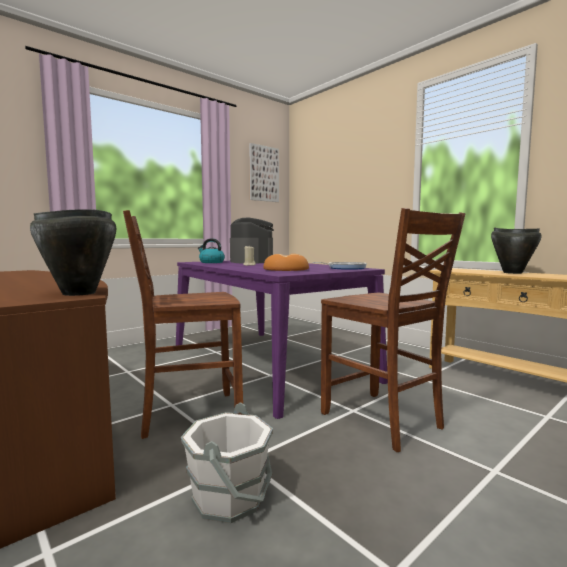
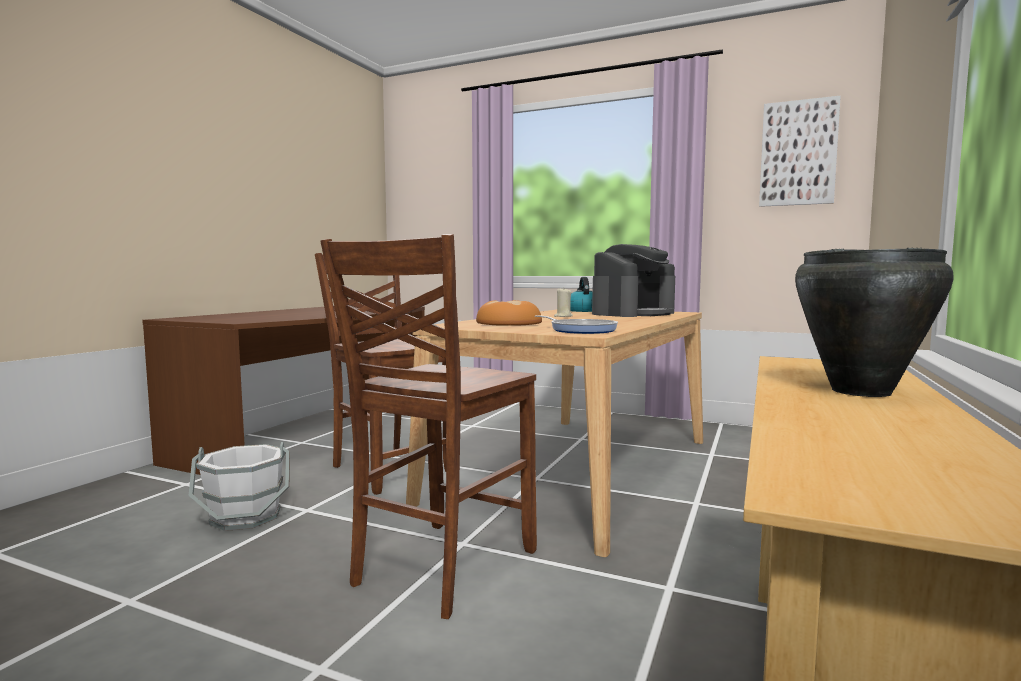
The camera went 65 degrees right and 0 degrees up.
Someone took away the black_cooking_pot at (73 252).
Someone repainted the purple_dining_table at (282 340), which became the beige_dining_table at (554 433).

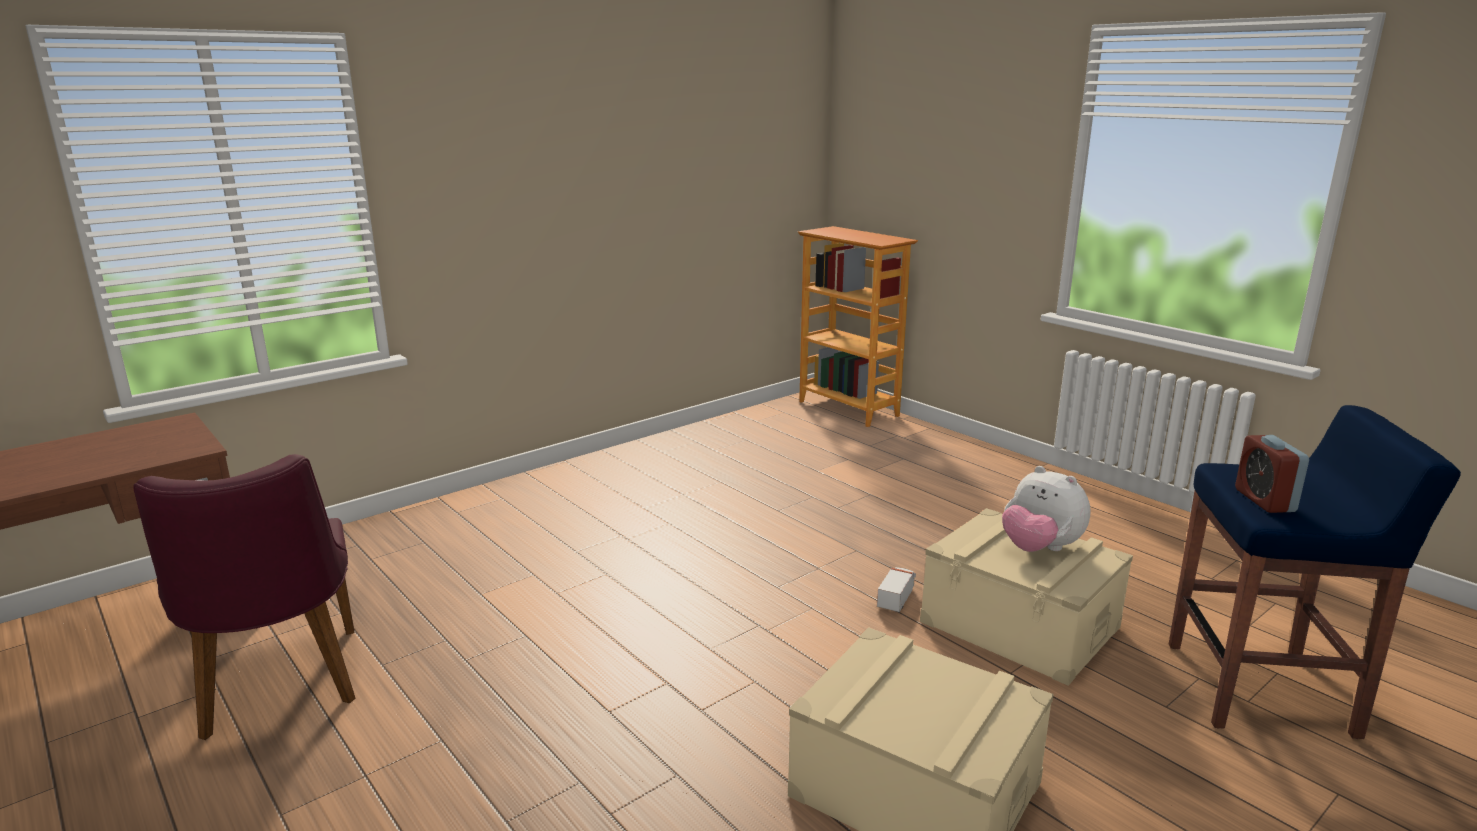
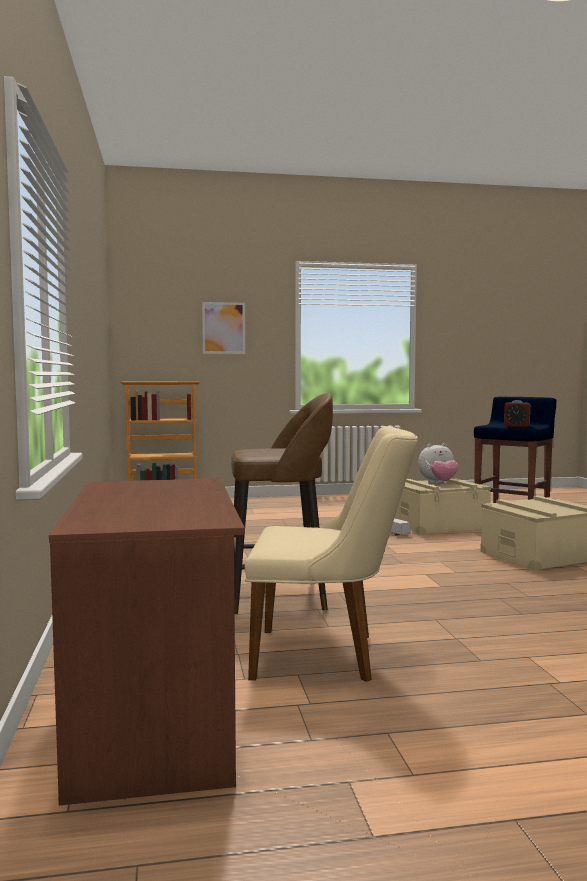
The camera went 60 degrees left and 15 degrees down.
Someone put up the picture at (223 328).
Someone put down the brown_stool at (282 504).
Someone repainted the purple_chair at (244 597), which became the beige_chair at (331 554).

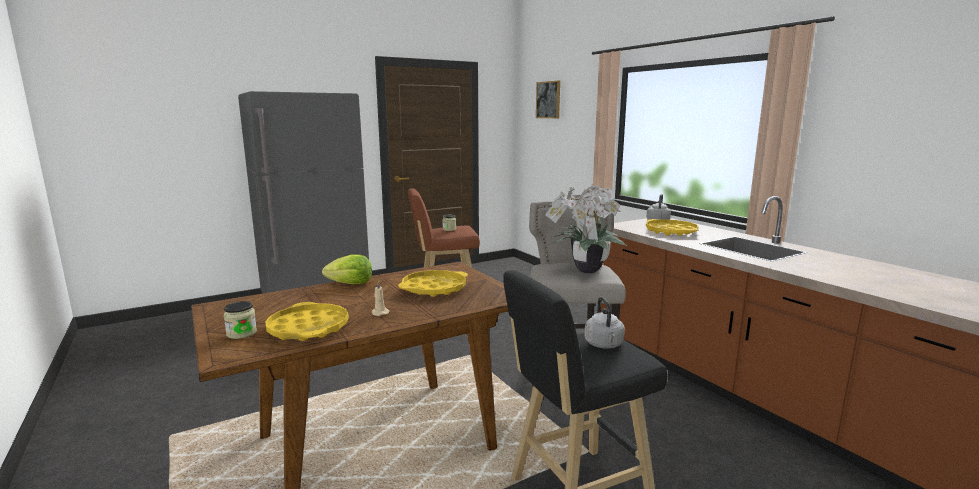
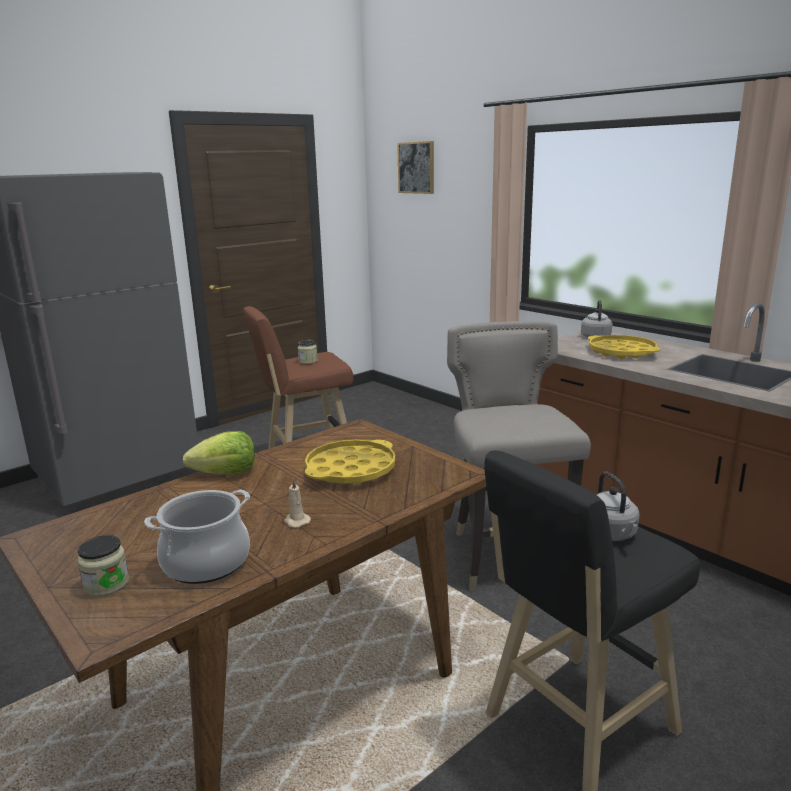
The camera went 10 degrees left and 5 degrees up.
Someone took away the potted_plant at (586 229).
Someone swapped the yellow_tray at (307 321) for the cooking_pot at (197 536).

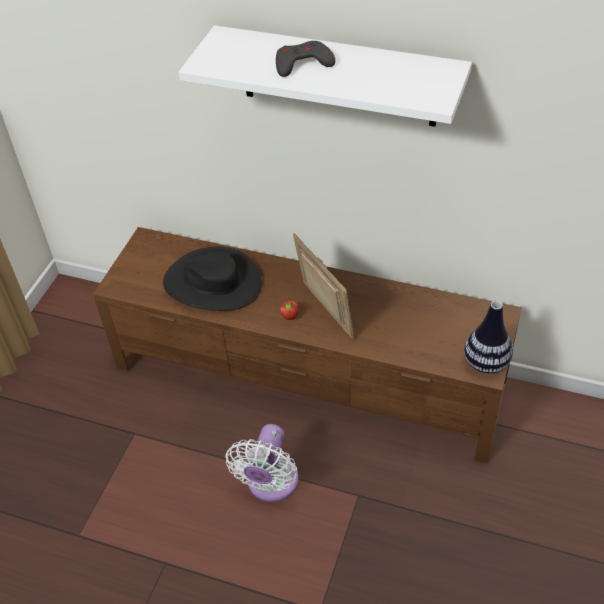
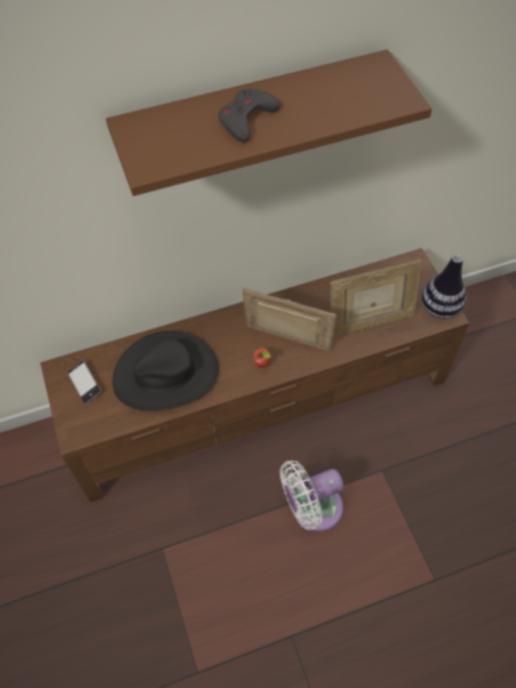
The camera went 40 degrees left and 10 degrees up.
Someone put down the phone at (84 382).
Someone put down the picture_frame at (375 298).
Someone repainted the white_shelf at (325 76), which became the brown_shelf at (269 122).
Someone rotated the white_fan at (262 463) by 90 degrees clockwise.

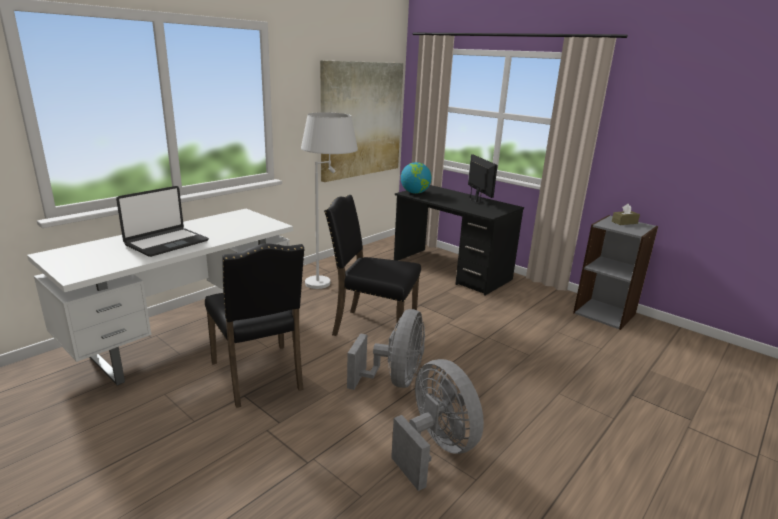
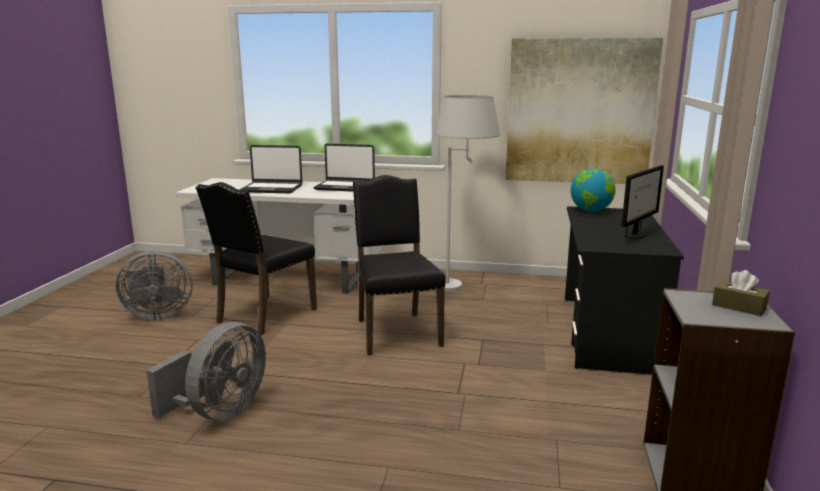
The camera went 60 degrees right and 5 degrees down.
Someone put down the laptop at (344 168).
Someone carried the grey_fan from (386 349) to (154 285).

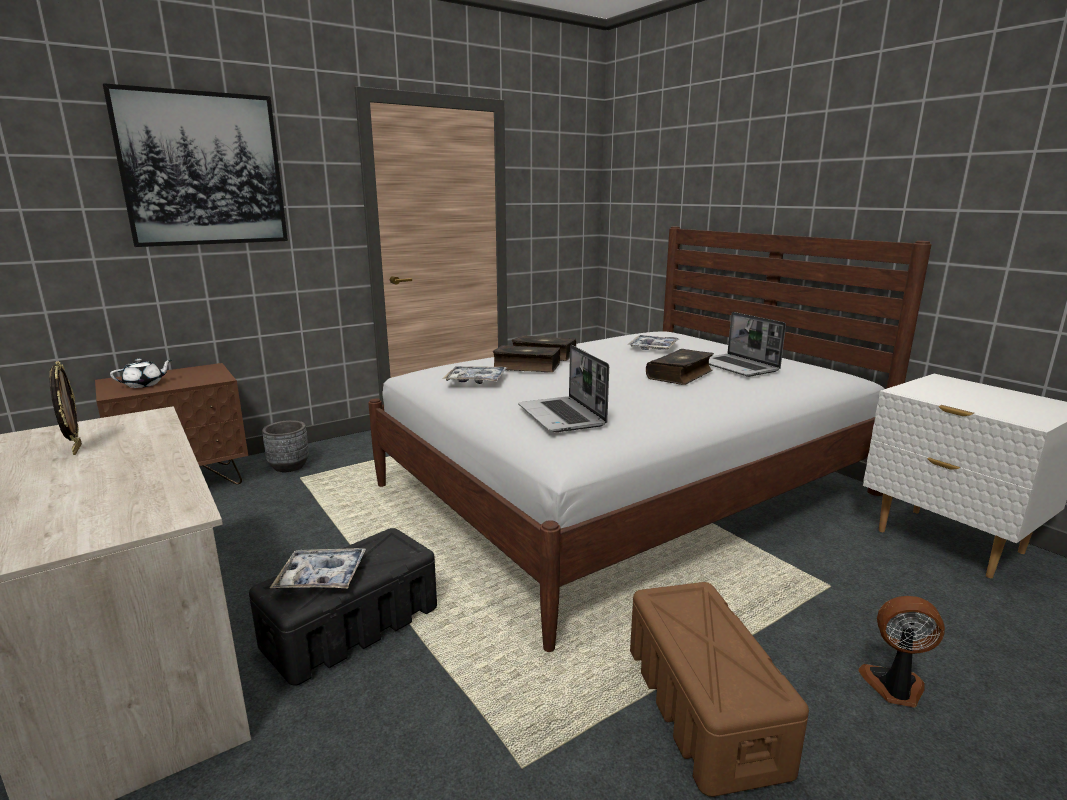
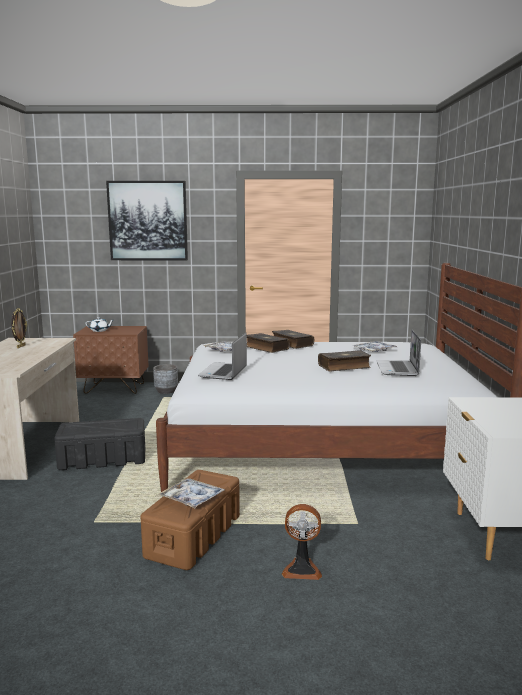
The camera went 35 degrees right and 5 degrees down.
Someone carried the tray from (318 568) to (191 493).
Someone rotated the fan at (902 652) by 135 degrees clockwise.

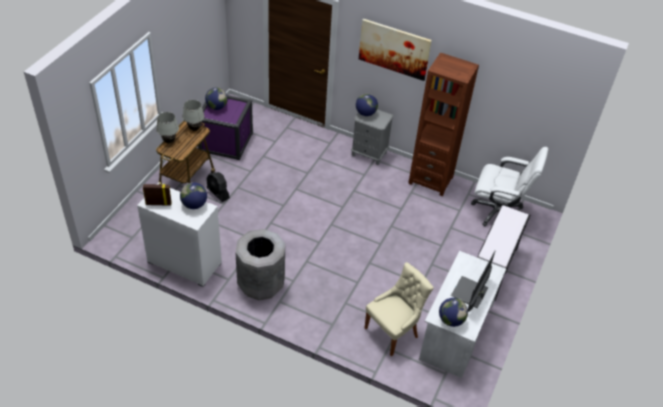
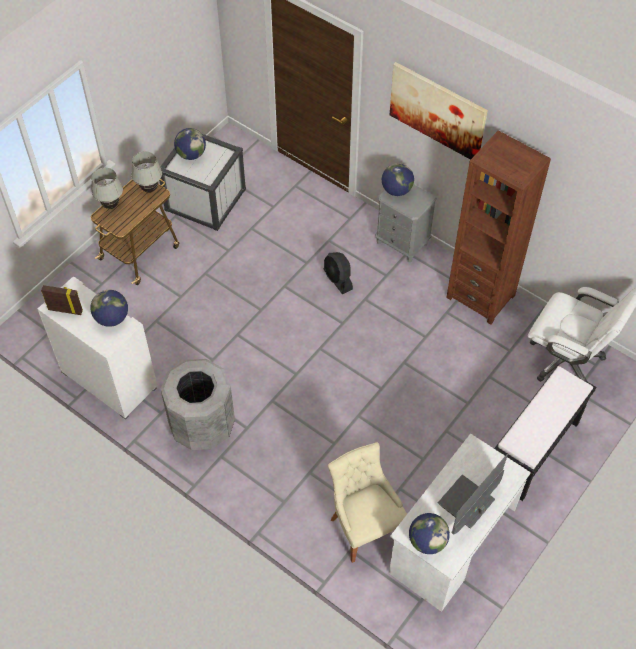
The camera went 15 degrees right and 10 degrees up.
Someone carried the black_fan from (218 187) to (338 273).
Someone repainted the purple_storage_box at (225 127), which became the white_storage_box at (203 182).
Someone rotated the beige_chair at (399 309) by 90 degrees counterclockwise.

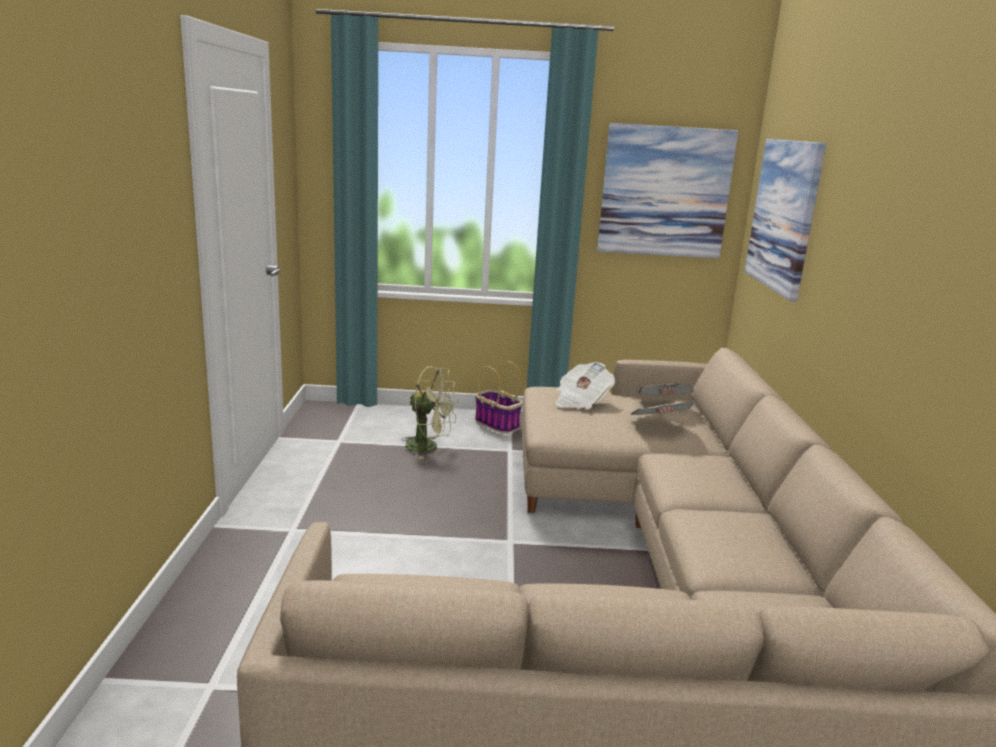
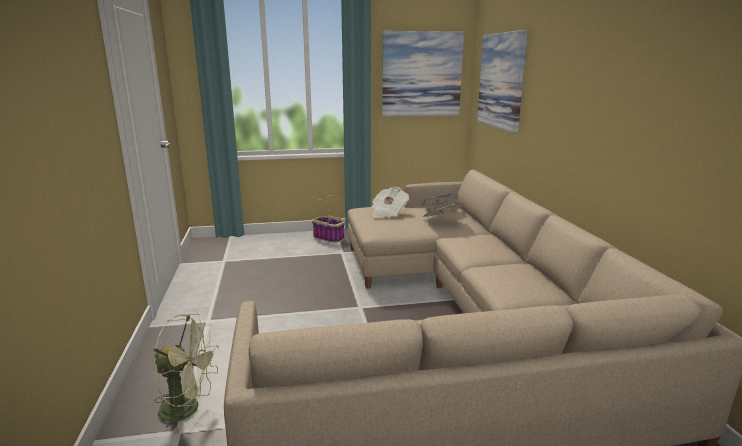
The camera went 10 degrees left and 0 degrees up.
Someone carried the green_fan from (429 412) to (186 374).

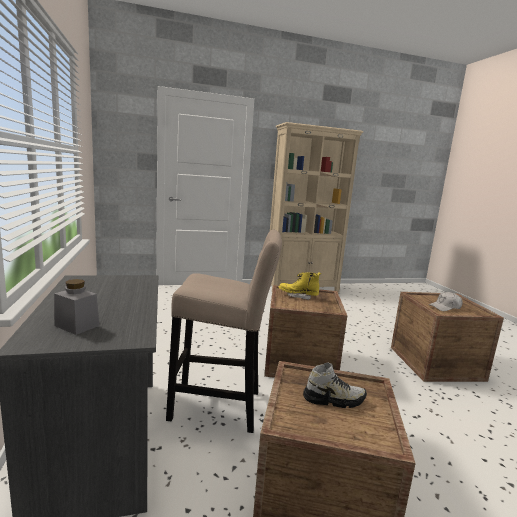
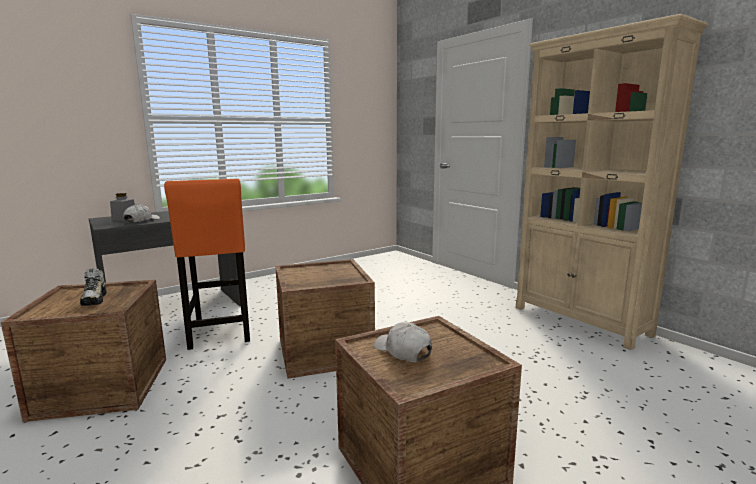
The camera went 70 degrees right and 0 degrees up.
Someone took away the yellow_boot at (299 286).
Someone put down the white_cap at (141 213).
Someone repainted the beige_stool at (224 331), which became the orange_stool at (207 264).

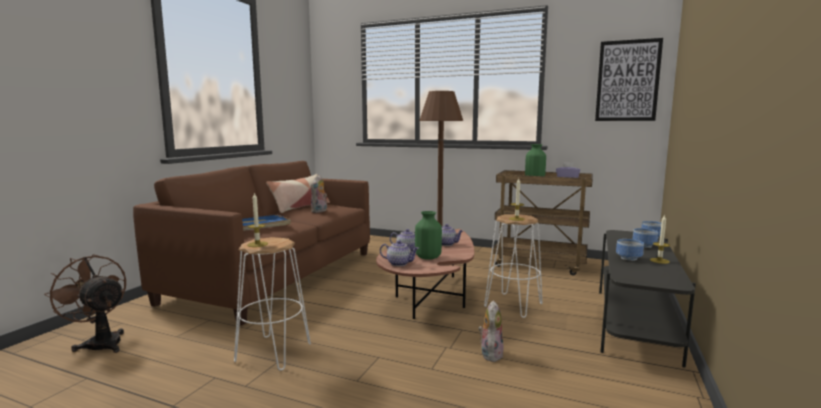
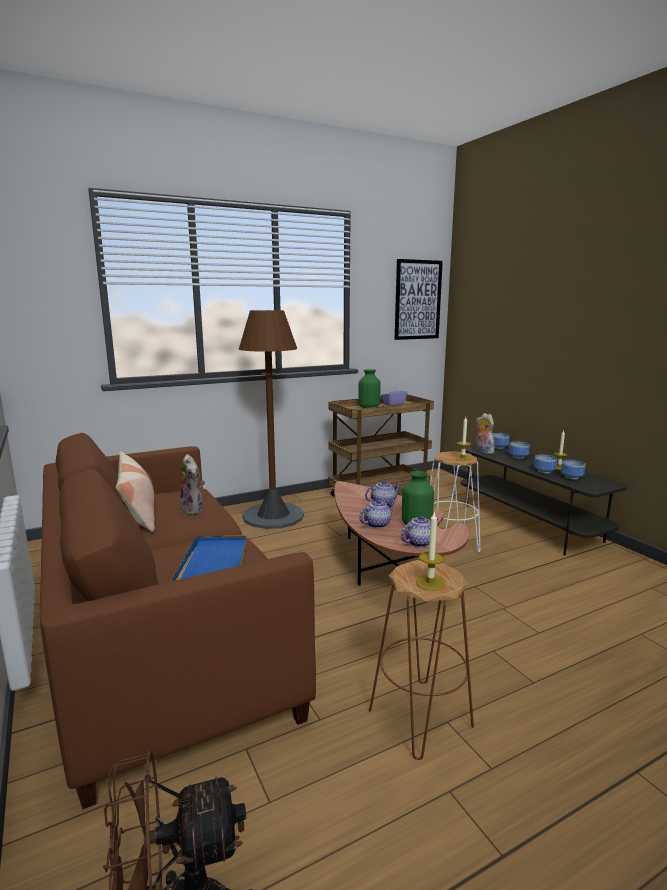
The camera went 50 degrees left and 5 degrees up.
Someone put down the bowl at (573 469).
Someone carried the plush_toy from (490 331) to (485 433).
Someone repainted the white_stool at (272 304), which became the brown_stool at (421 660).

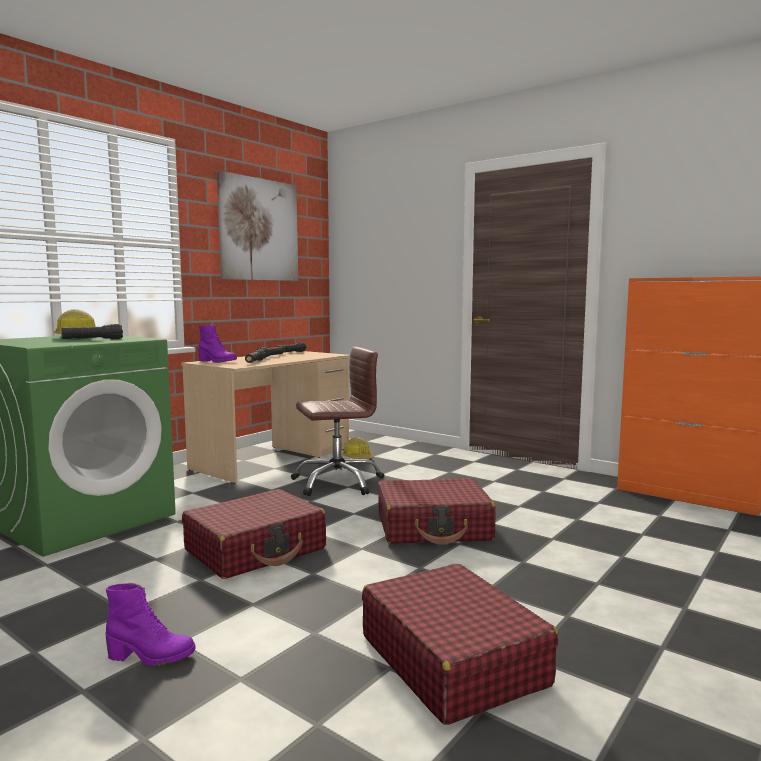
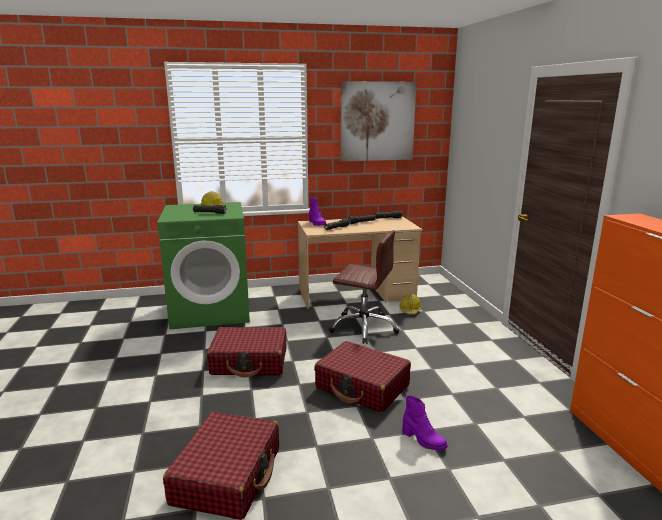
The camera went 40 degrees right and 10 degrees up.
Someone carried the purple_boot from (150 624) to (425 423).

